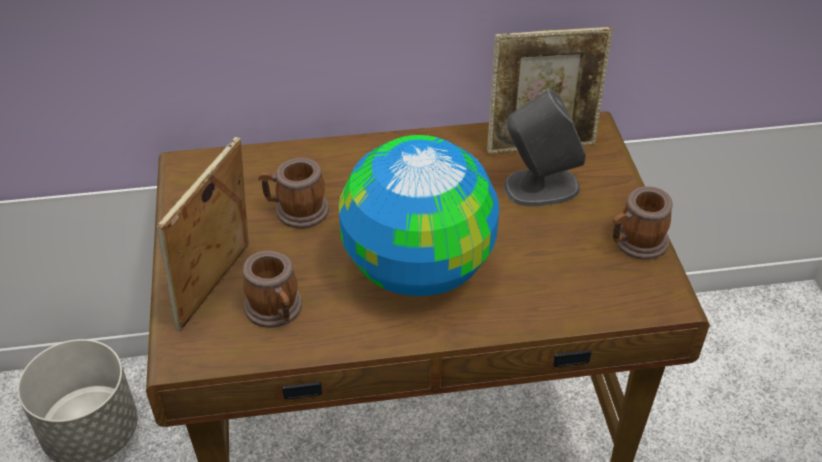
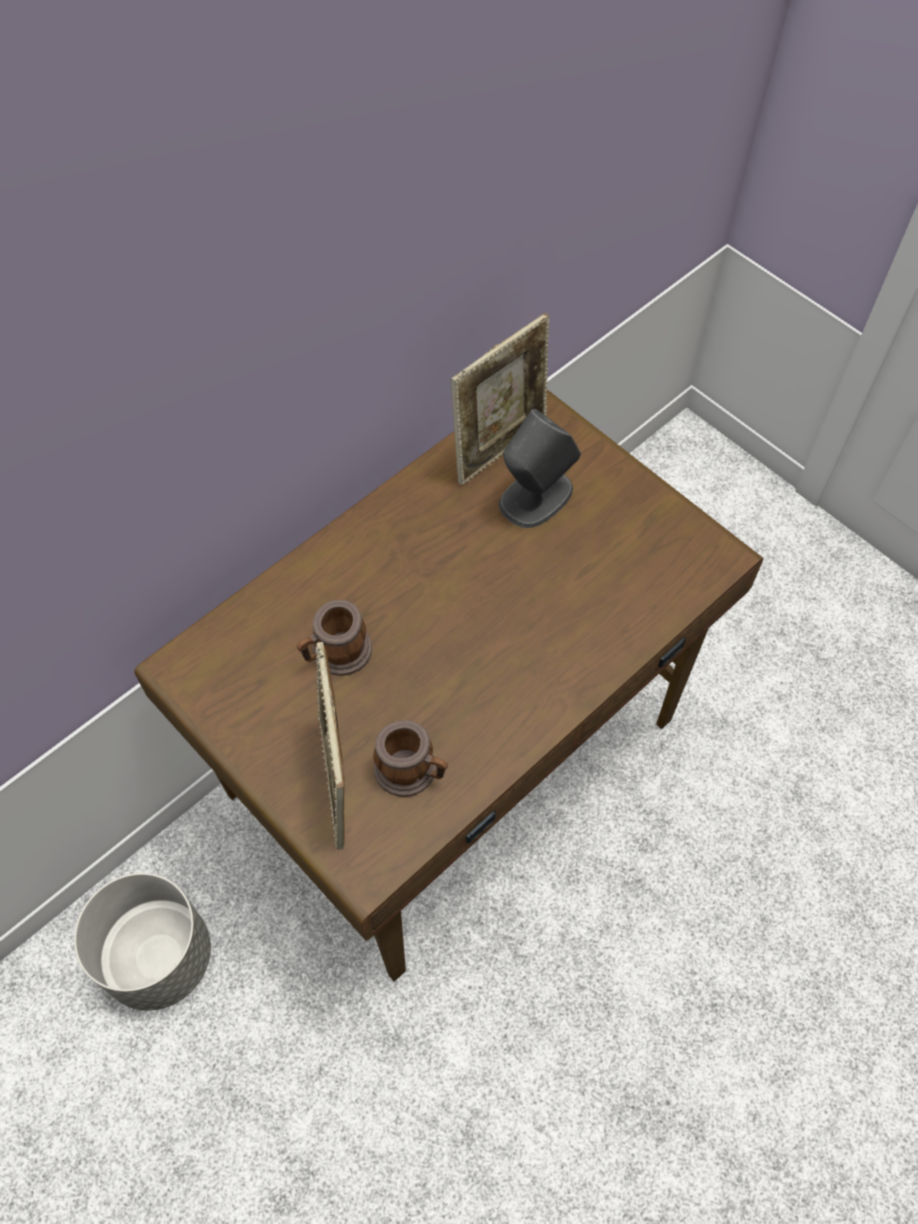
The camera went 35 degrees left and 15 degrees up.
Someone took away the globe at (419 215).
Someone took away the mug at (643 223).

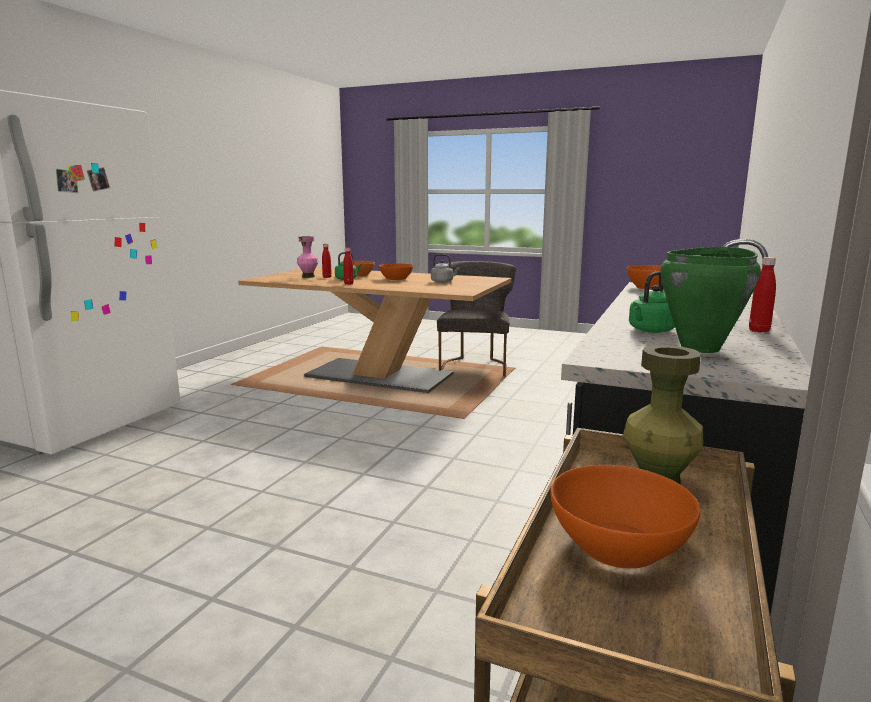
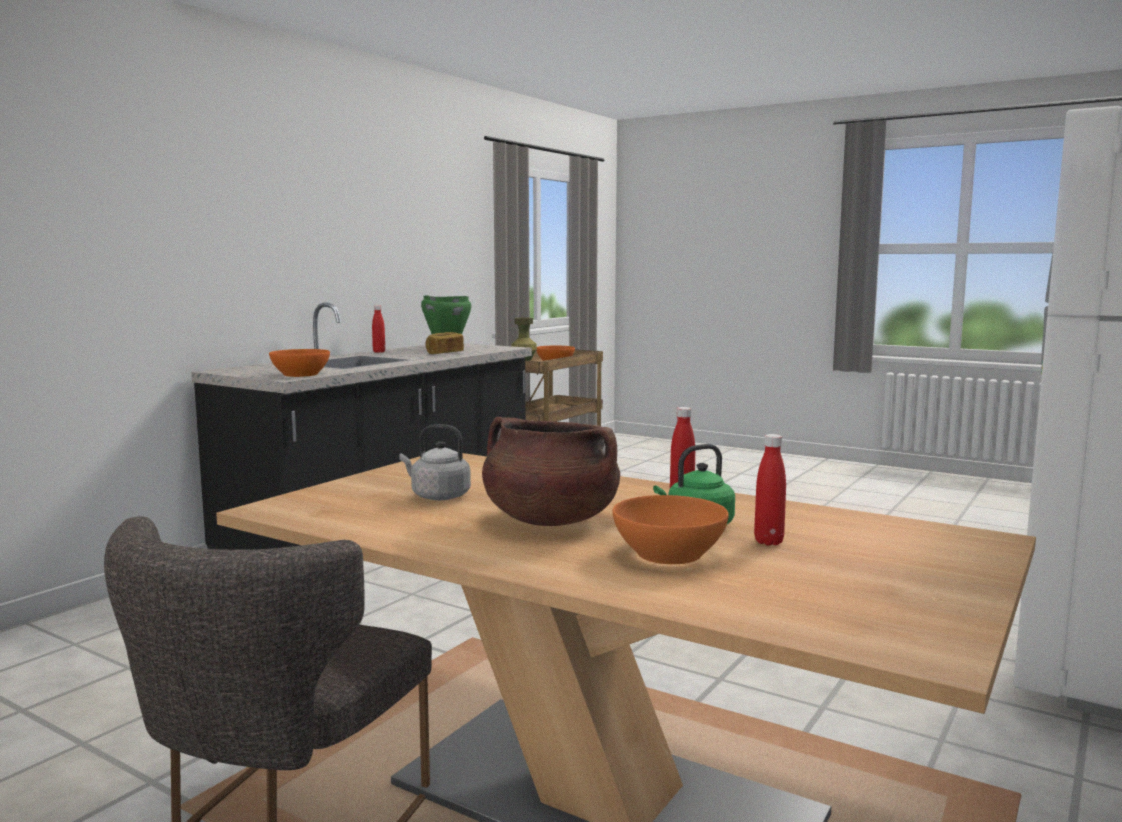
The camera went 170 degrees left and 5 degrees down.
Someone took away the pink_vase at (308 257).
Someone swapped the orange_bowl at (396 272) for the brown_cooking_pot at (551 471).
Someone swapped the green_kettle at (652 302) for the bread at (445 343).

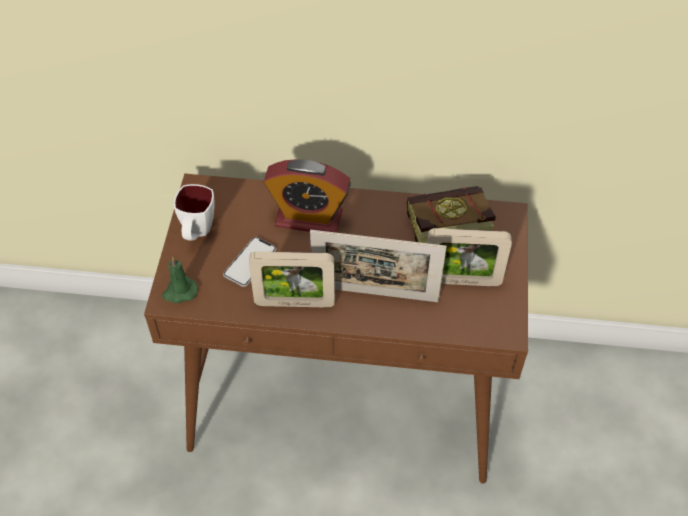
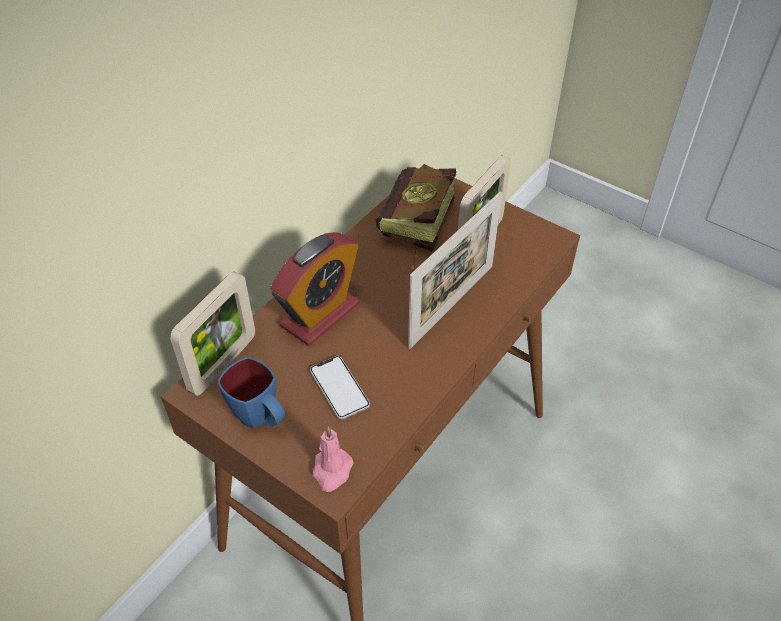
The camera went 60 degrees left and 5 degrees down.
Someone carried the picture_frame from (292 279) to (212 334).
Someone repainted the green_candle at (180 280), which became the pink_candle at (333 459).
Someone repainted the white_mug at (194 212), which became the blue_mug at (251 392).

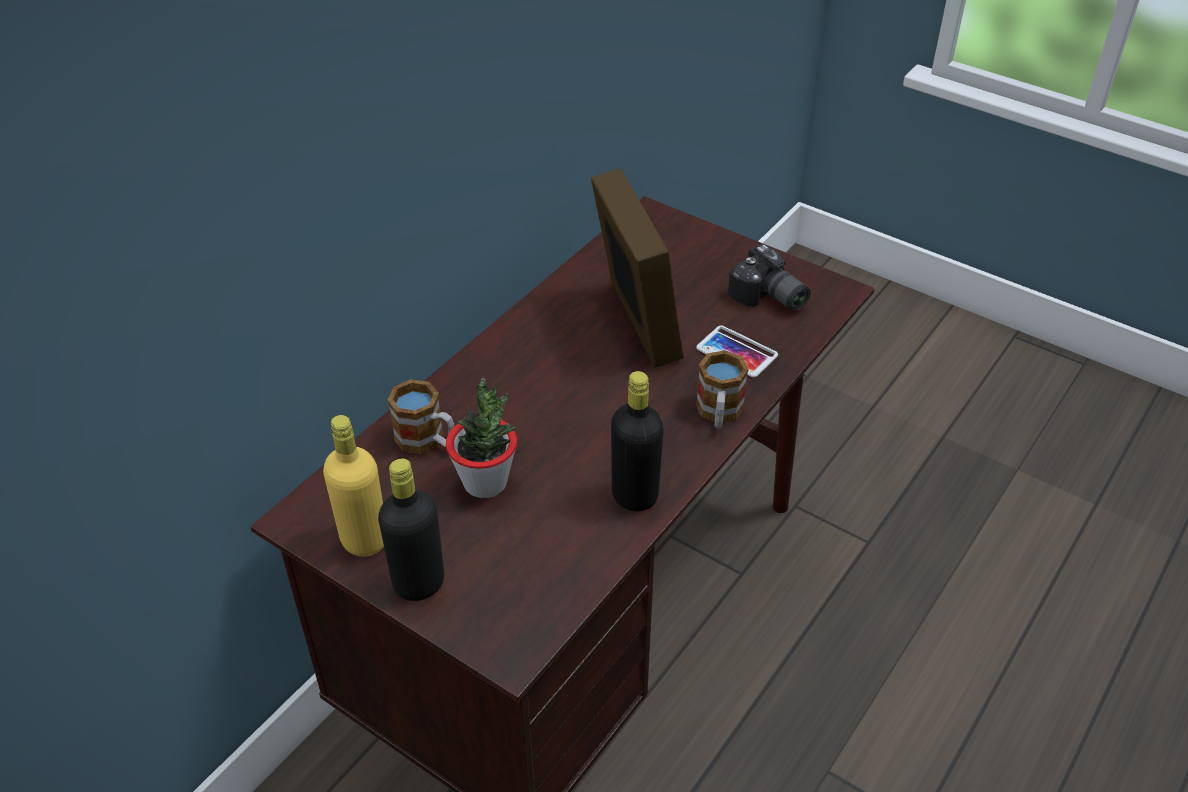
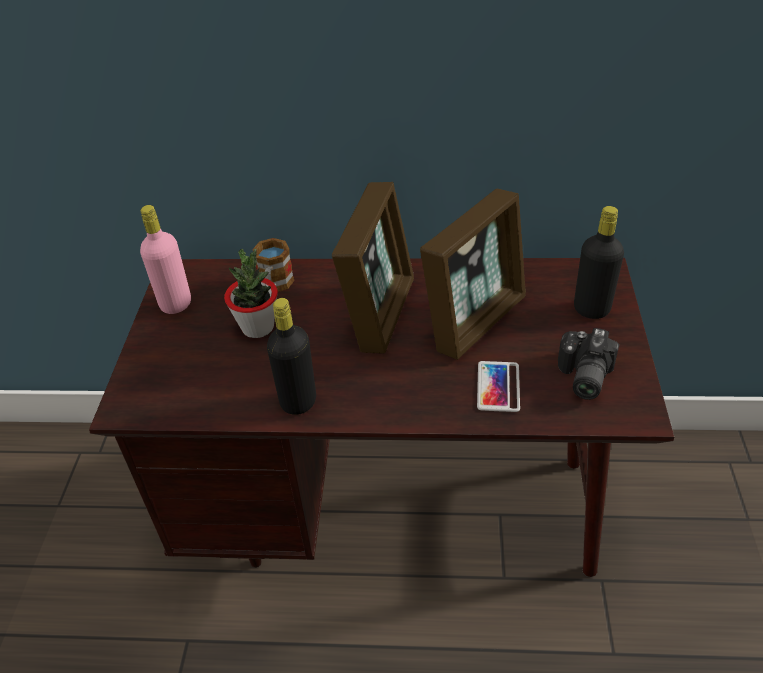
The camera went 60 degrees right and 0 degrees up.
Someone took away the mug at (722 389).
Someone put down the picture_frame at (373 268).
Someone carried the black_bottle from (411 530) to (599 262).
Someone repainted the yellow_bottle at (353 486), which became the pink_bottle at (165 259).

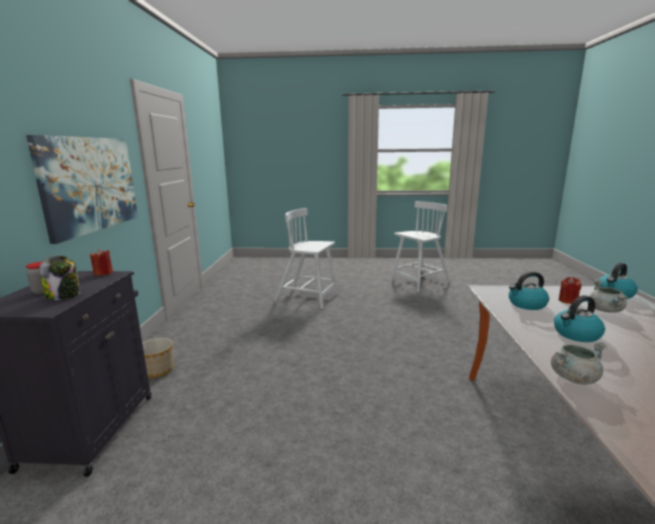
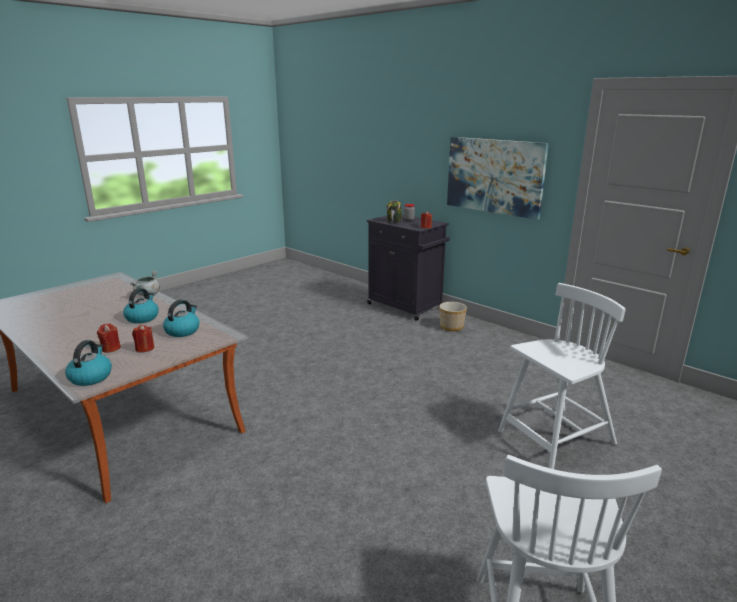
The camera went 130 degrees right and 5 degrees up.
Someone swapped the grey_cooking_pot at (608 296) for the red_candle at (109 338).

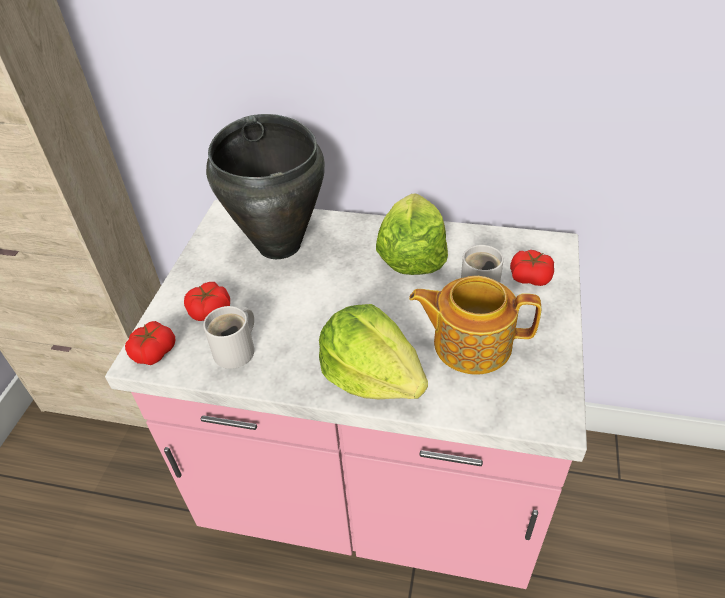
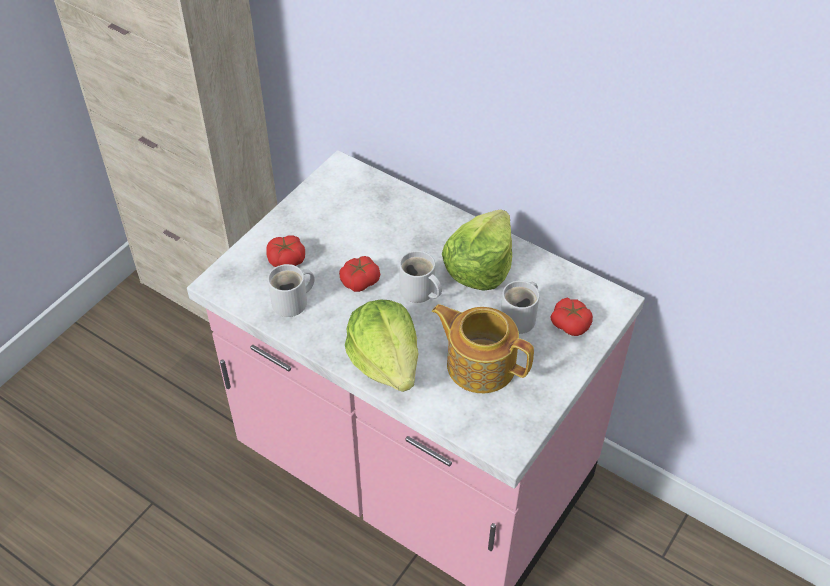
The camera went 20 degrees right and 5 degrees up.
Someone took away the black_cooking_pot at (265 186).
Someone put down the white_mug at (420 277).
Someone carried the tomato from (150 343) to (359 274).

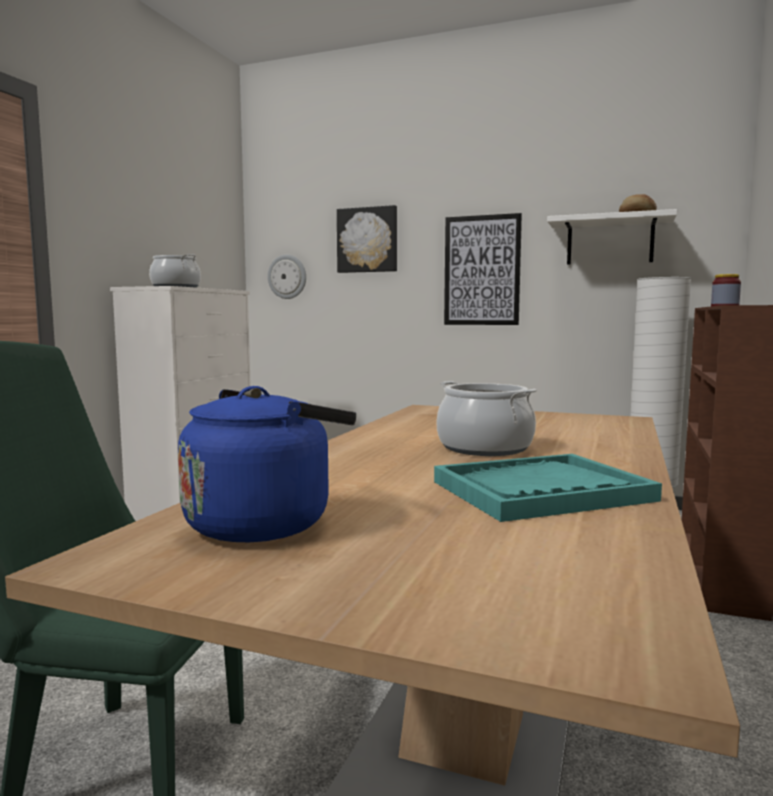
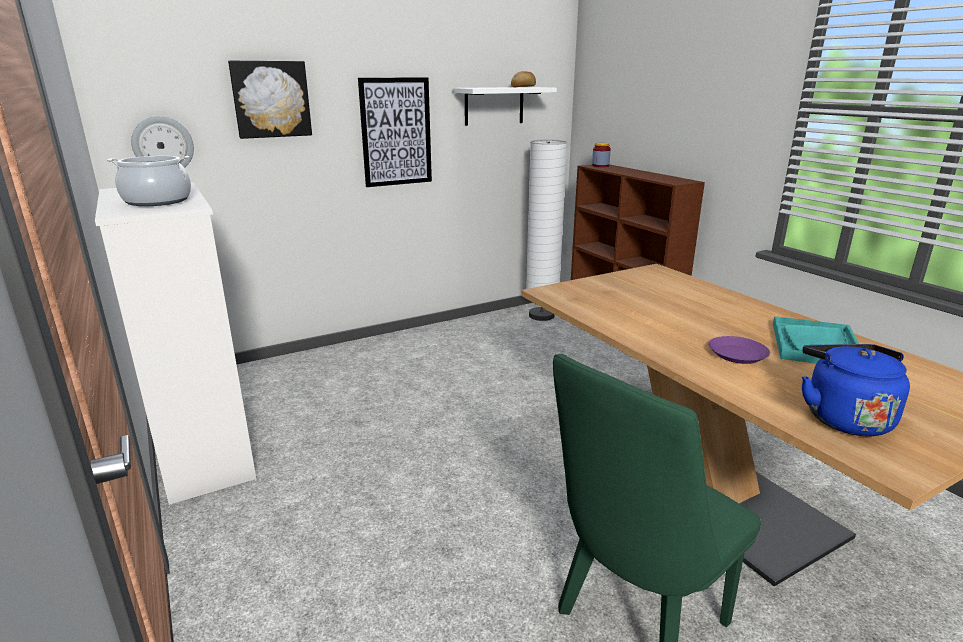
The camera went 50 degrees left and 15 degrees up.
Someone took away the cooking_pot at (487 418).
Someone put down the purple_plate at (739 350).

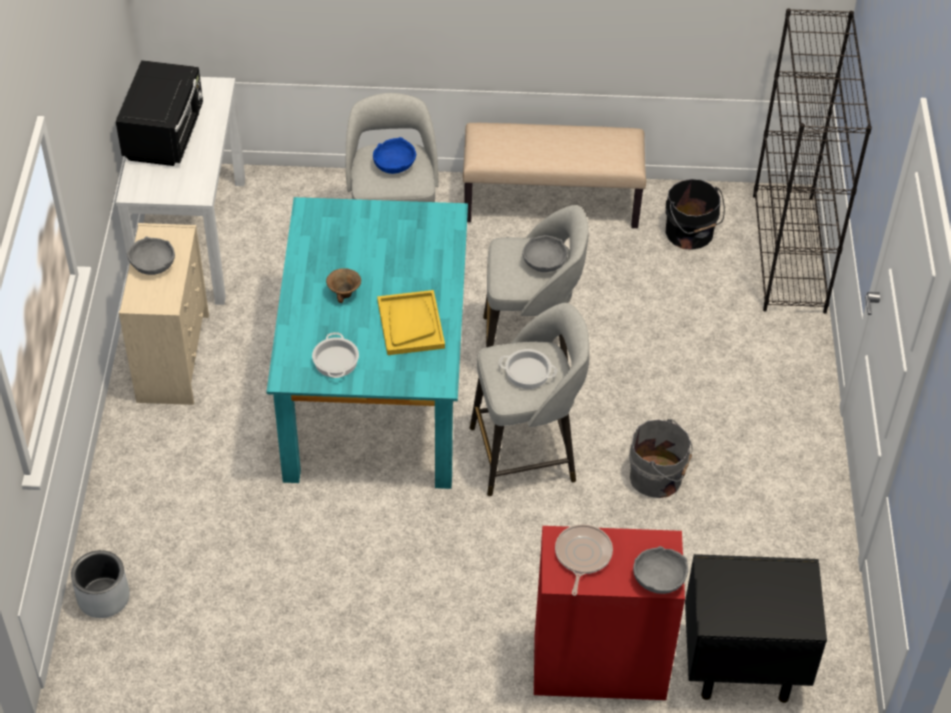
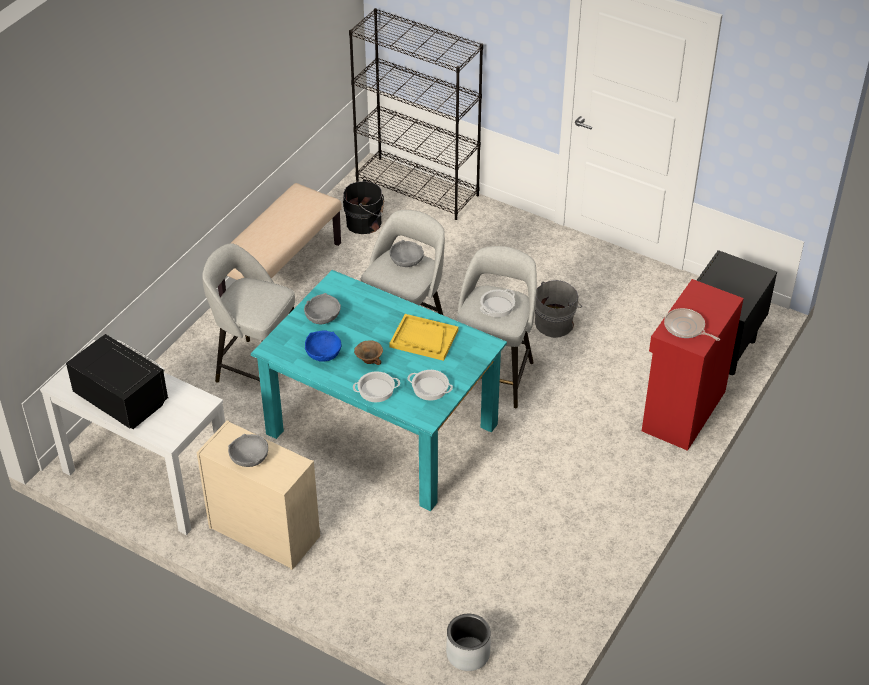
The camera went 60 degrees left and 5 degrees down.
Someone put down the cooking_pot at (376 386).
Someone carried the blue_bowl from (394 155) to (323 346).
Someone carried the grey_bowl from (660 570) to (322 308).

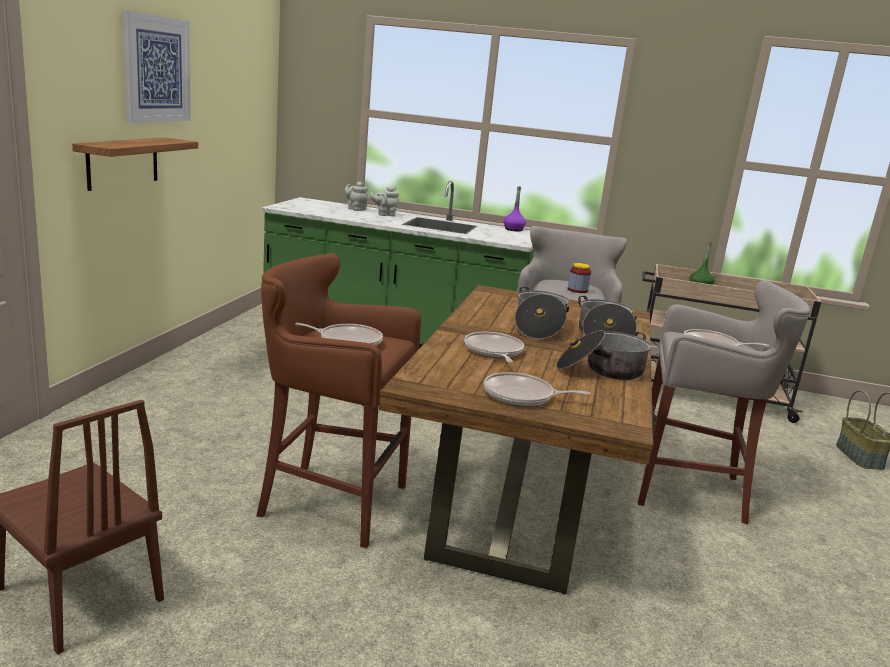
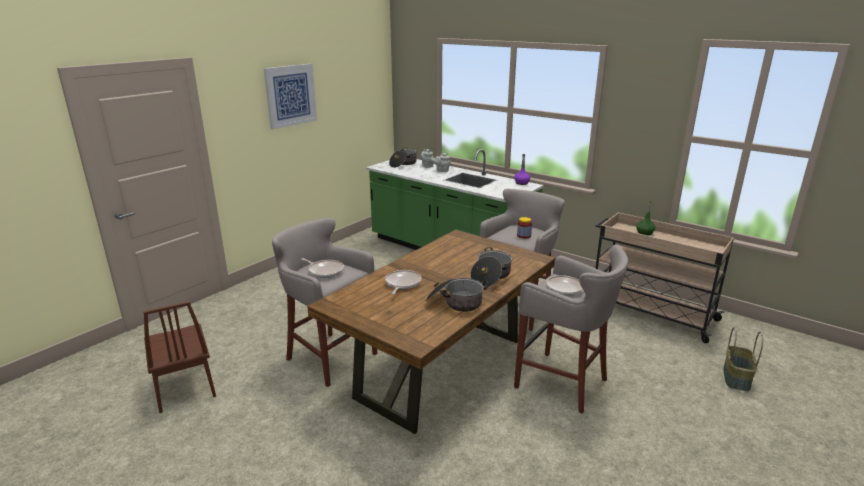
The camera went 25 degrees right and 5 degrees up.
Someone took away the shelf at (135 164).
Someone took away the frying_pan at (537 389).
Someone carried the cooking_pot from (542 313) to (403 158).
Someone repainted the brown_stool at (338 400), which became the grey_stool at (324 302).

